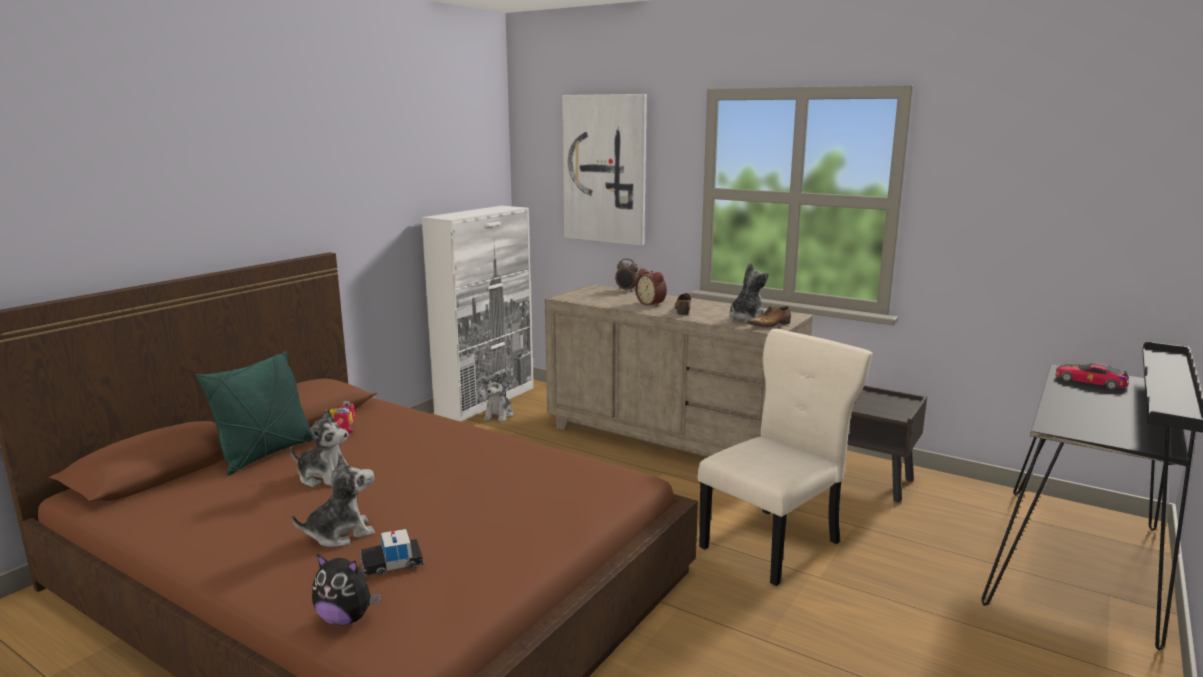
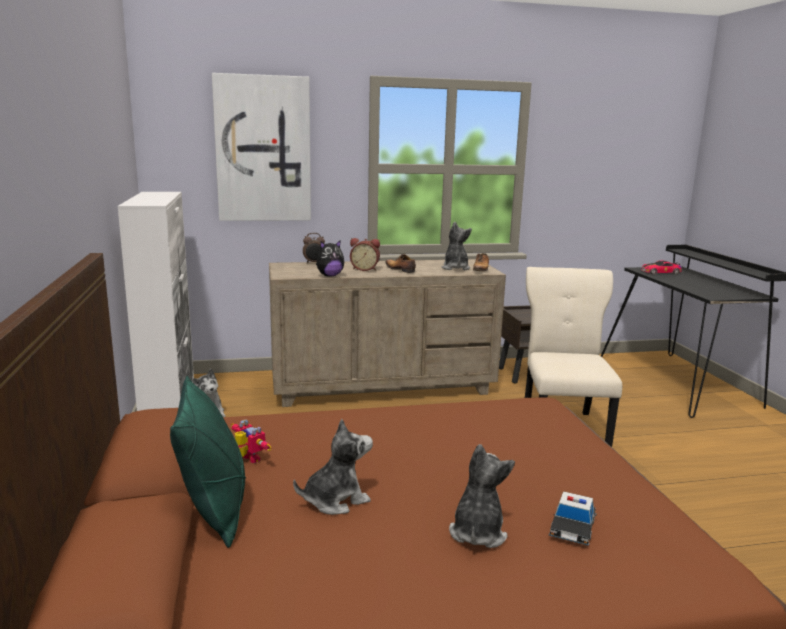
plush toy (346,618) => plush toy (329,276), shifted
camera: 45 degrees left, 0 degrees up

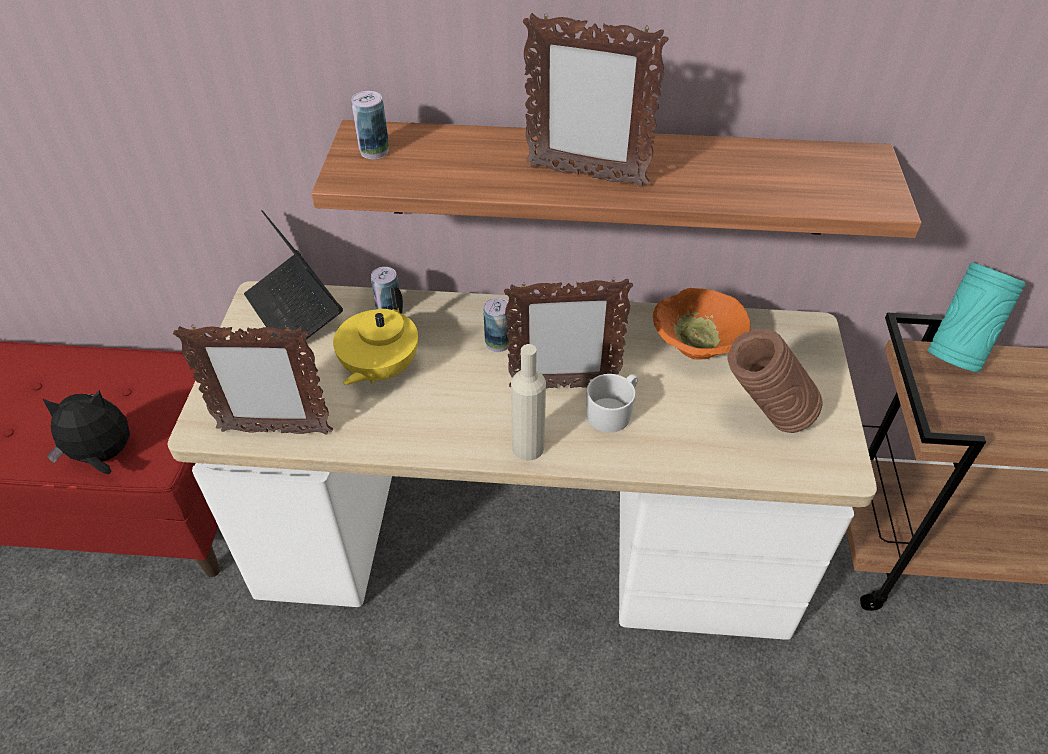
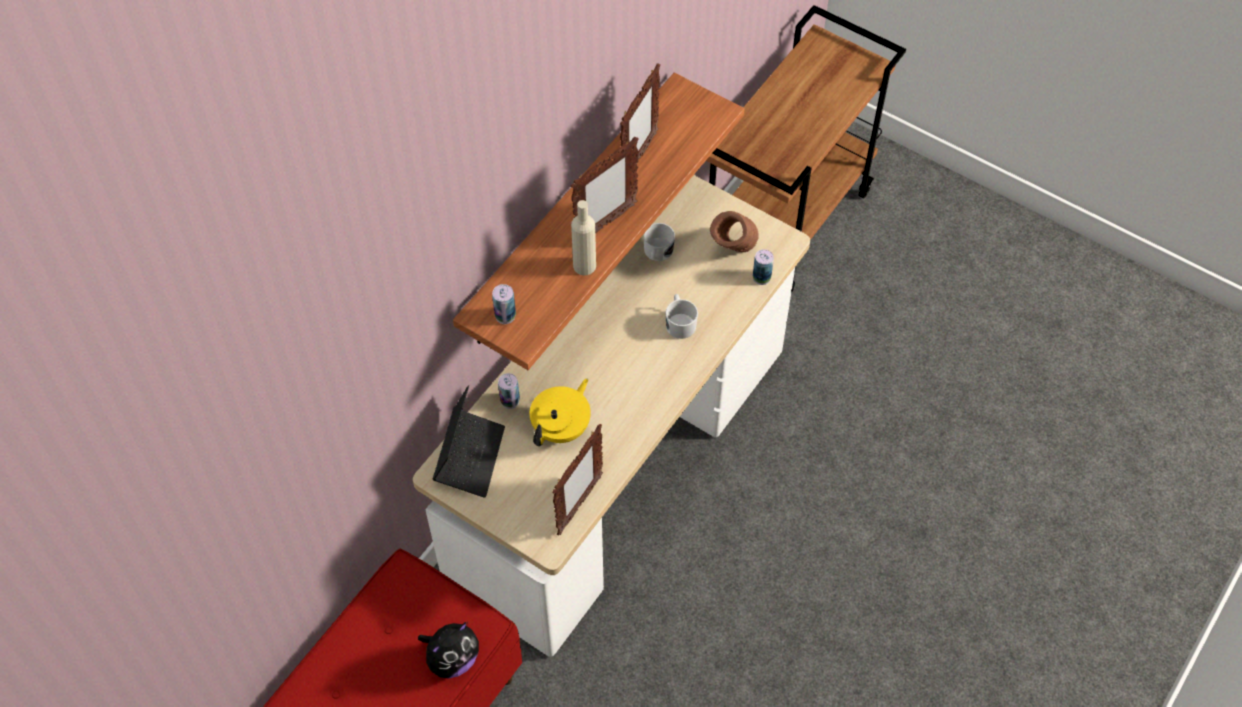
notebook computer (295,311) => notebook computer (470,457), 75 degrees counterclockwise
blue-green flower vase (955,354) => nothing
photo frame (563,387) => photo frame (638,158), shifted
yellowish pot for tea (379,369) => yellowish pot for tea (562,428), 105 degrees counterclockwise
orange deep dish (695,347) => white-coloured mug (657,253)
can (498,343) => can (761,278), shifted
beige beverage bottle (528,447) => beige beverage bottle (584,266), shifted
plush toy (103,456) => plush toy (452,659), 150 degrees counterclockwise
camera: 60 degrees left, 10 degrees up

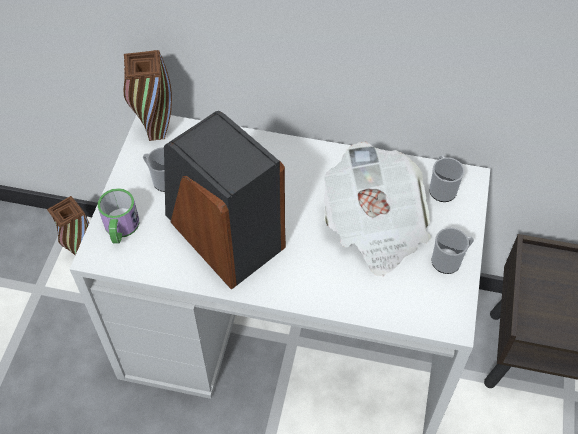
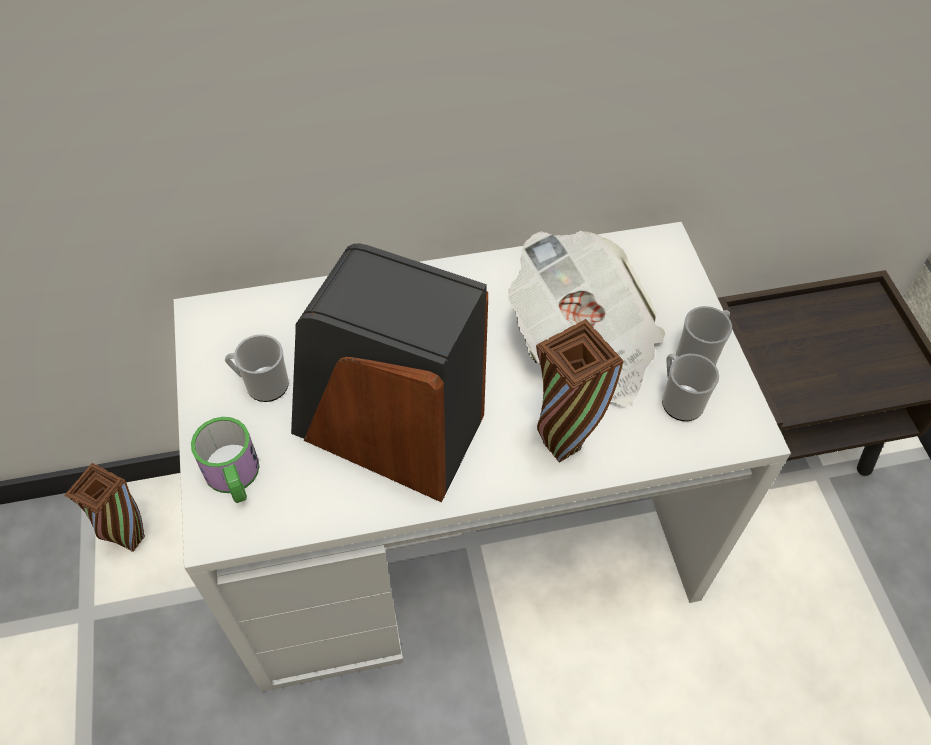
brownish flower vase (156,134) => brownish flower vase (561,446), shifted
mug (441,188) => mug (679,400), shifted
camera: 25 degrees left, 0 degrees up

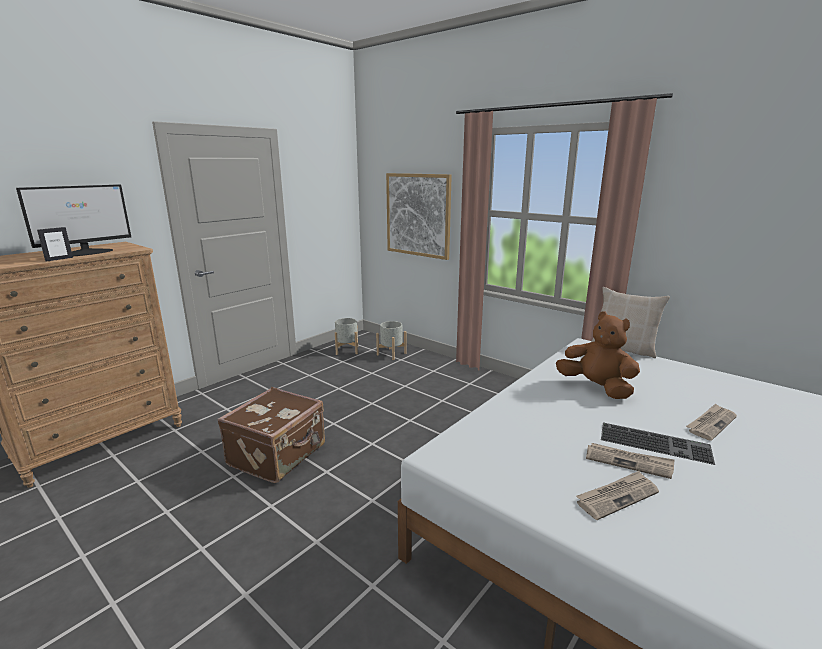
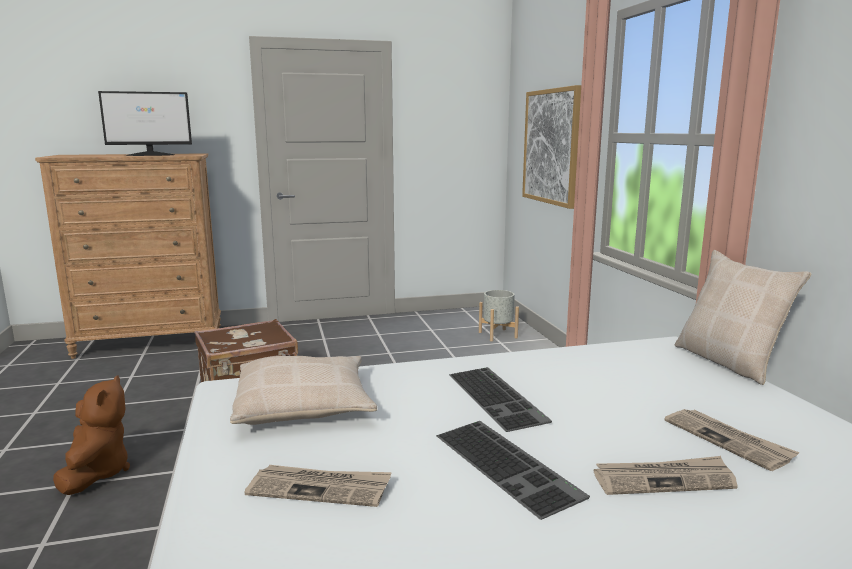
photo frame (59,259) => nothing
brownish plush toy (596,387) => brownish plush toy (96,473), shifted
greyish planter (347,350) => nothing
daily paper (628,462) => daily paper (728,440), shifted
nothing => beige cushion (304,405)
nothing => PC keyboard (498,397)
camera: 35 degrees right, 5 degrees down

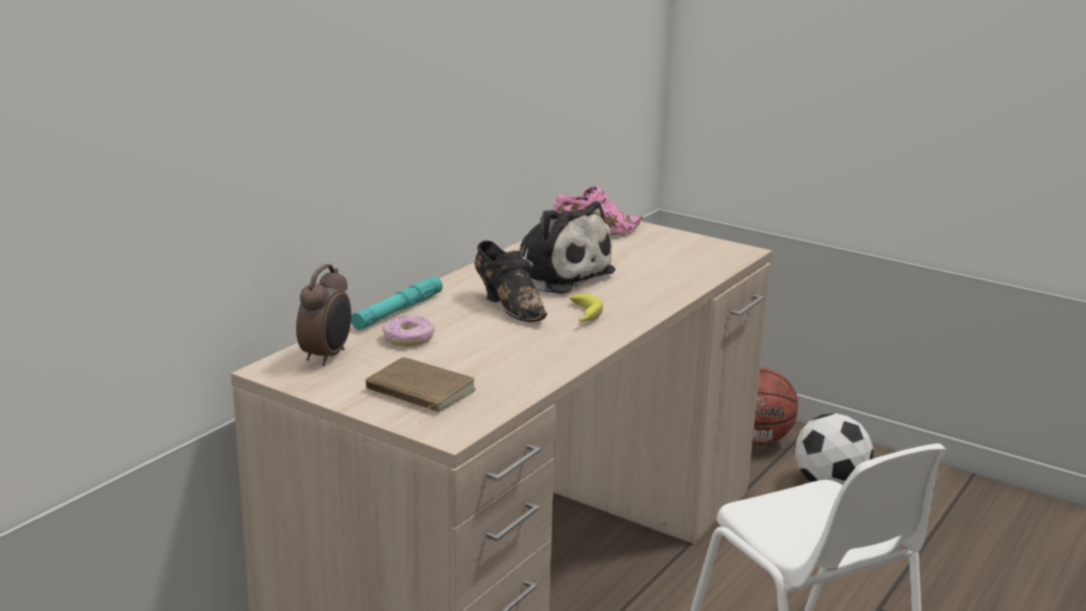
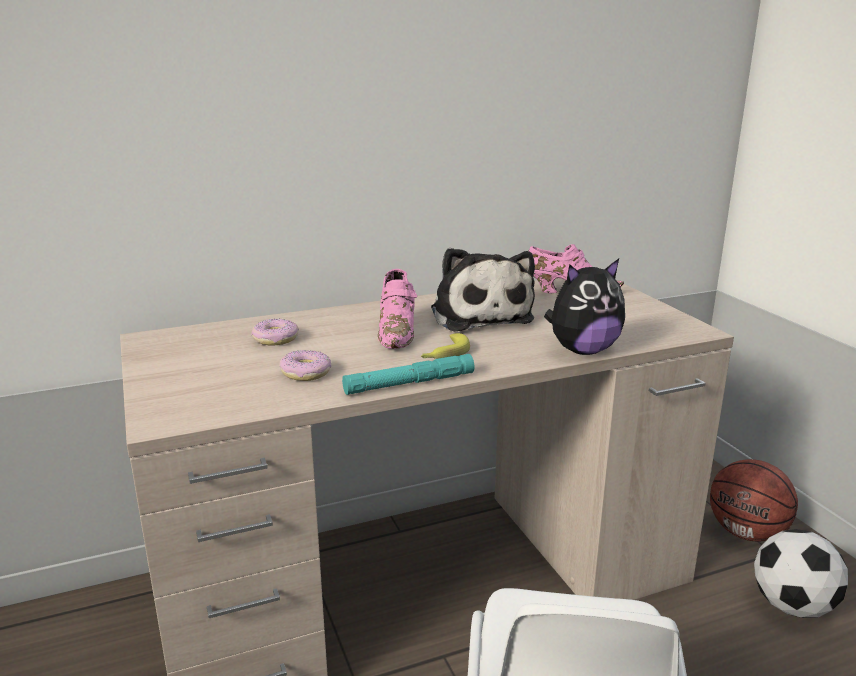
black-coloured shoe (509,306) => pink-coloured shoe (397,332)
bedside clock (327,356) => nothing
blue-green flashlight (398,311) => blue-green flashlight (409,383), shifted
brownish volume (418,391) => nothing
nothing => plush toy (582,350)
nothing => donut (306,373)
camera: 35 degrees right, 0 degrees up

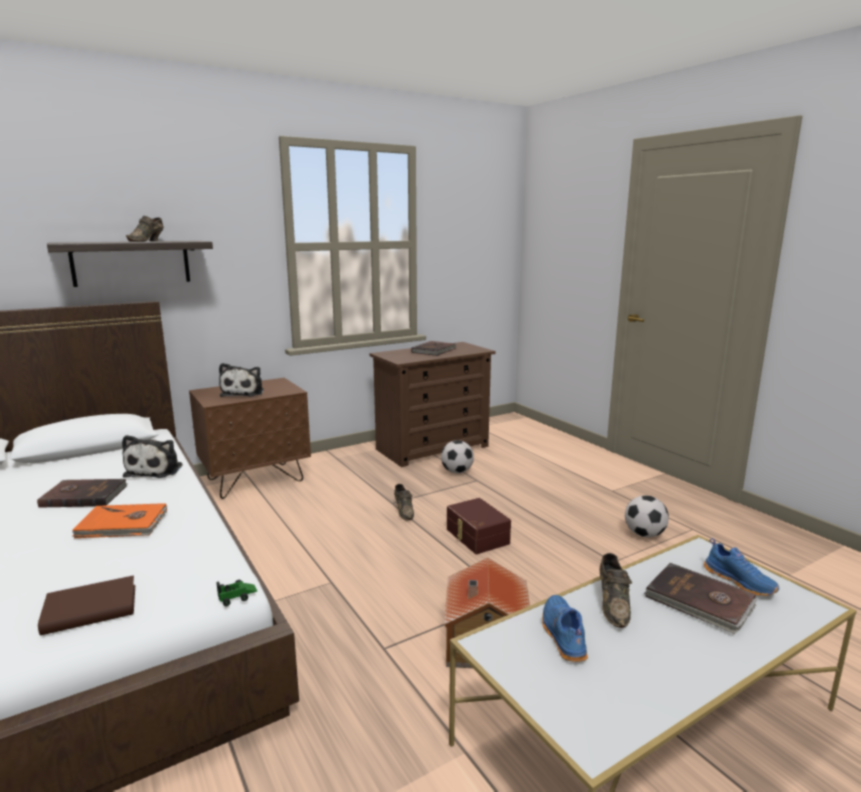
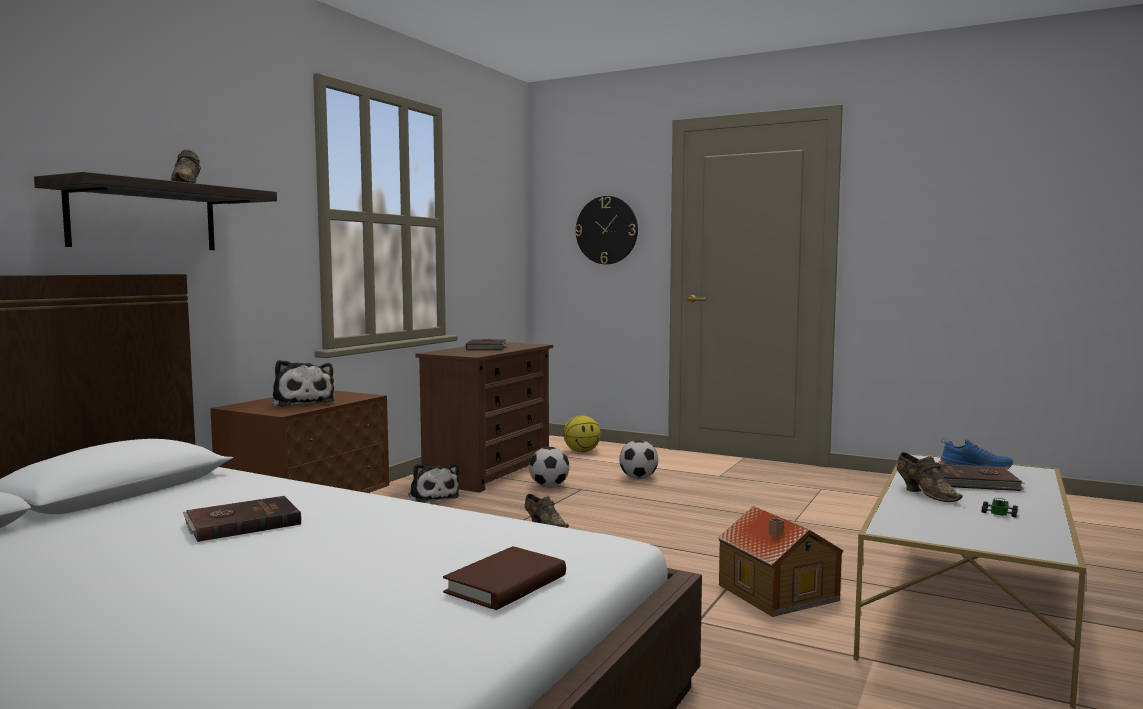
plush toy (156,470) => plush toy (433,497), shifted
football (644,534) => football (638,478), shifted
brownish storage container (476,536) => nothing
orange volume (123,525) => nothing
miniature car (237,594) => miniature car (999,511), shifted
bluish shoe (562,635) => nothing
nothing => hanging clock (606,230)
nothing => ball for basketball (582,451)
camera: 30 degrees left, 10 degrees down

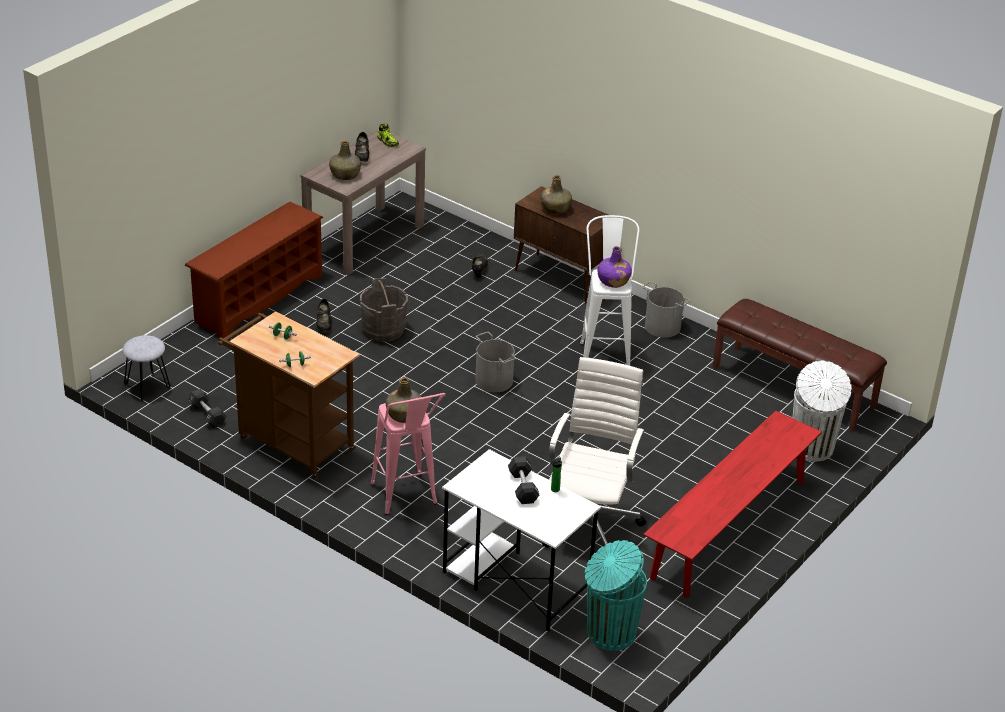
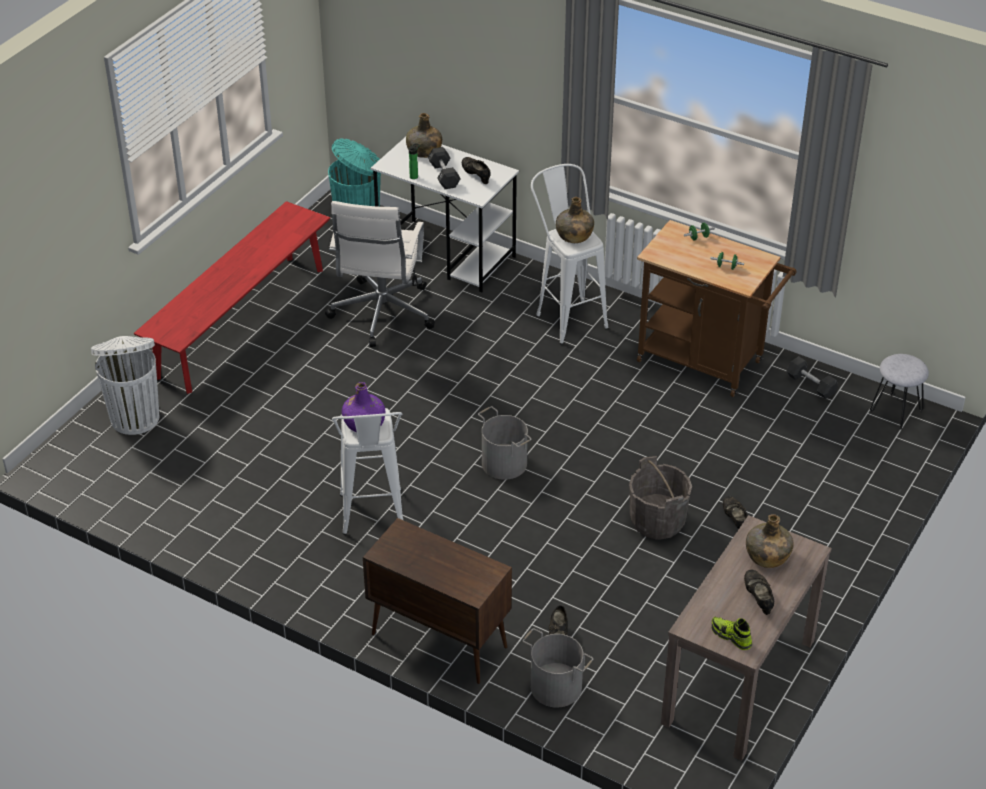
green beverage bottle (555,208) => green beverage bottle (424,151), shifted
brownish shoe rack (258,298) => nothing
greyish bucket (663,326) => greyish bucket (555,687), shifted
brownish bench (794,387) => nothing
pink-coloured sitting stool (407,501) => white-coloured sitting stool (566,316)
nothing => black-coloured shoe (476,176)
camera: 175 degrees right, 5 degrees up

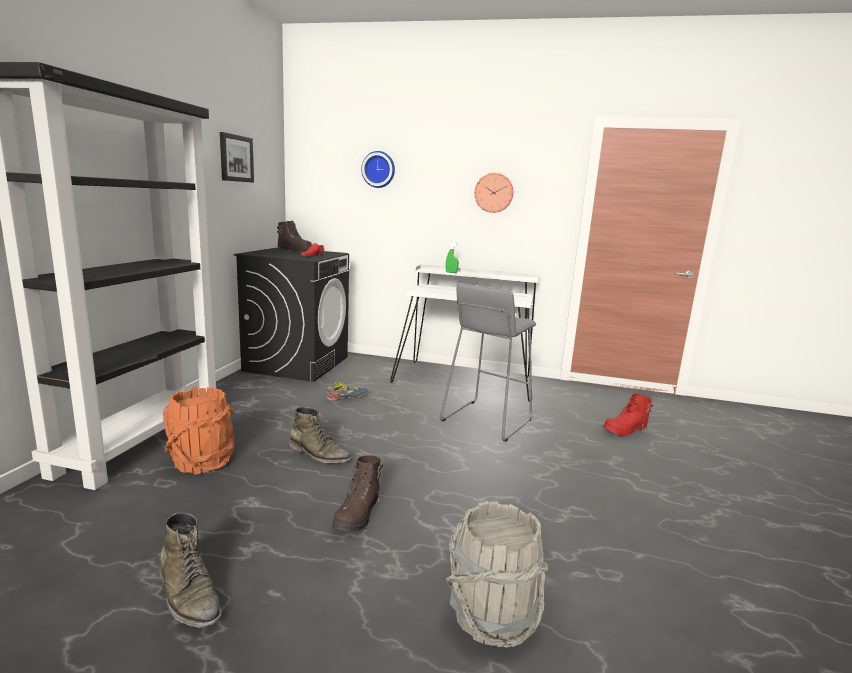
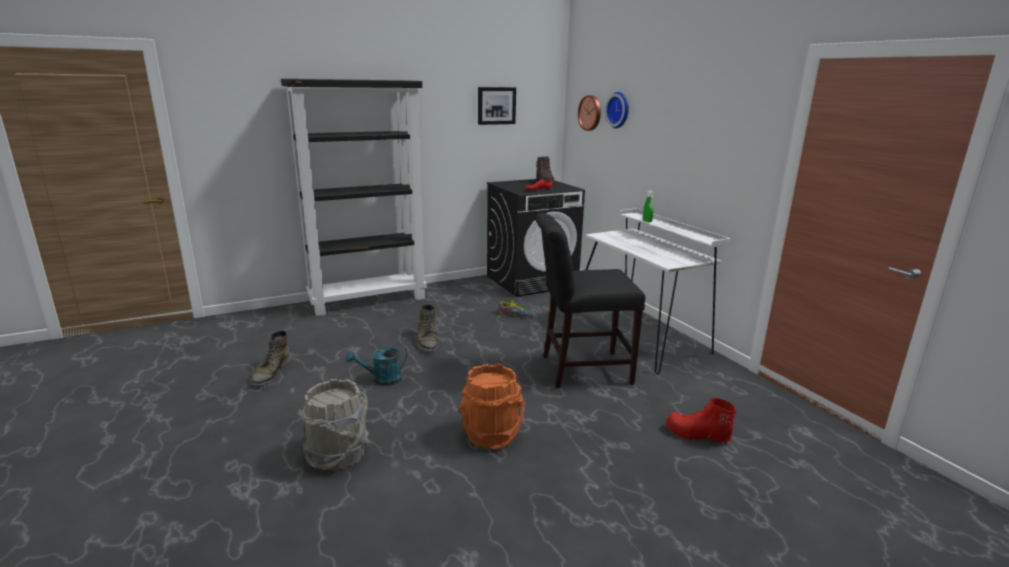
hanging clock (494,192) => hanging clock (590,113), shifted
greyish sitting stool (486,420) => black-coloured chair (580,369)
orange bucket (202,461) => orange bucket (491,435), shifted
brownish tall boot (358,515) => blue-green watering pot (382,380)
camera: 50 degrees right, 5 degrees up

